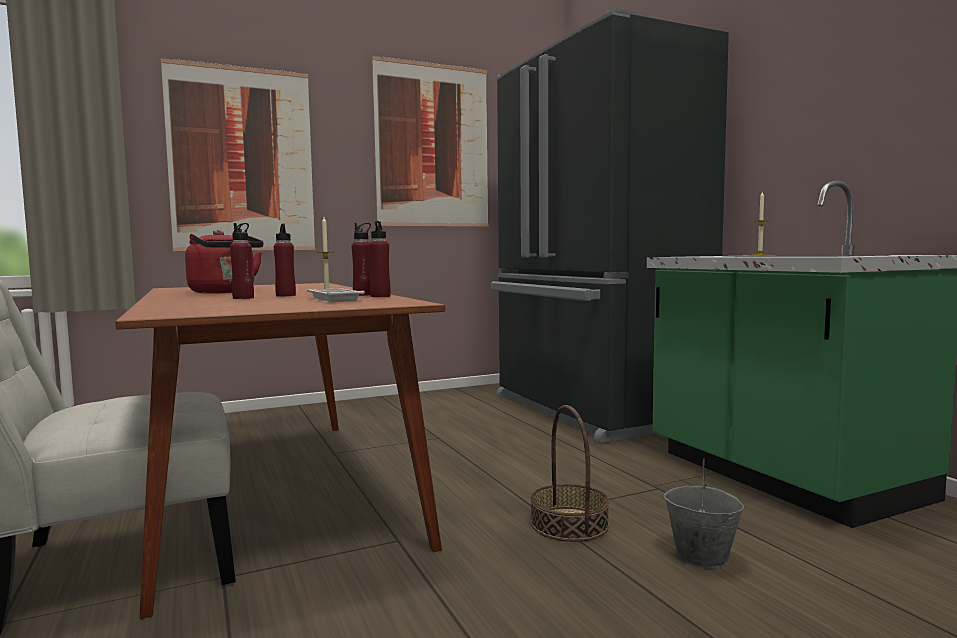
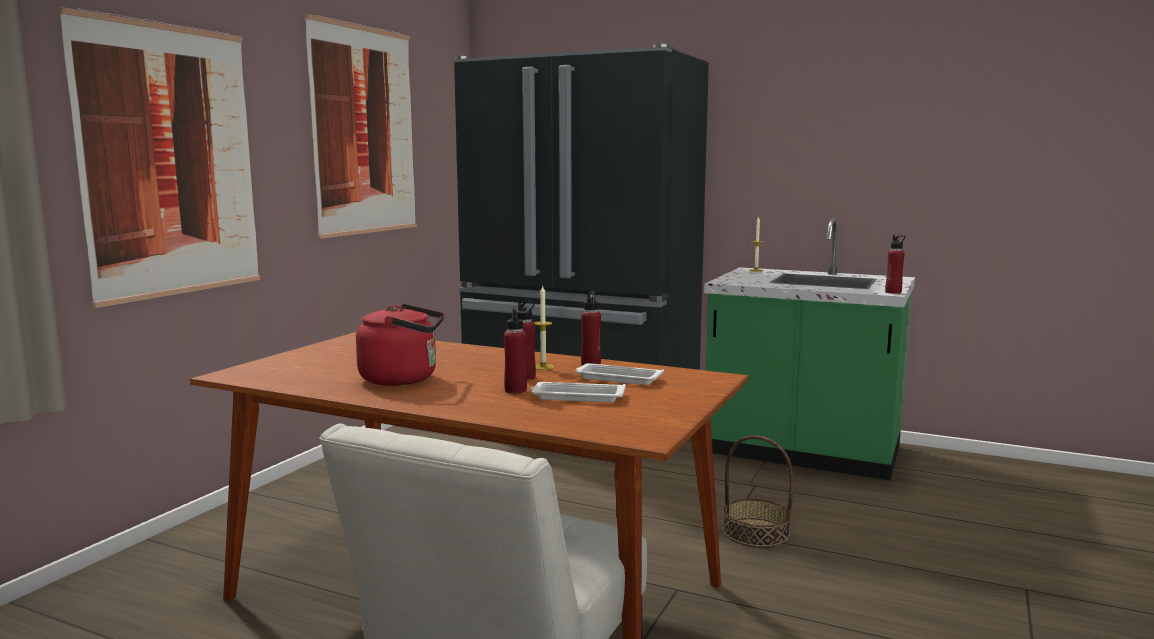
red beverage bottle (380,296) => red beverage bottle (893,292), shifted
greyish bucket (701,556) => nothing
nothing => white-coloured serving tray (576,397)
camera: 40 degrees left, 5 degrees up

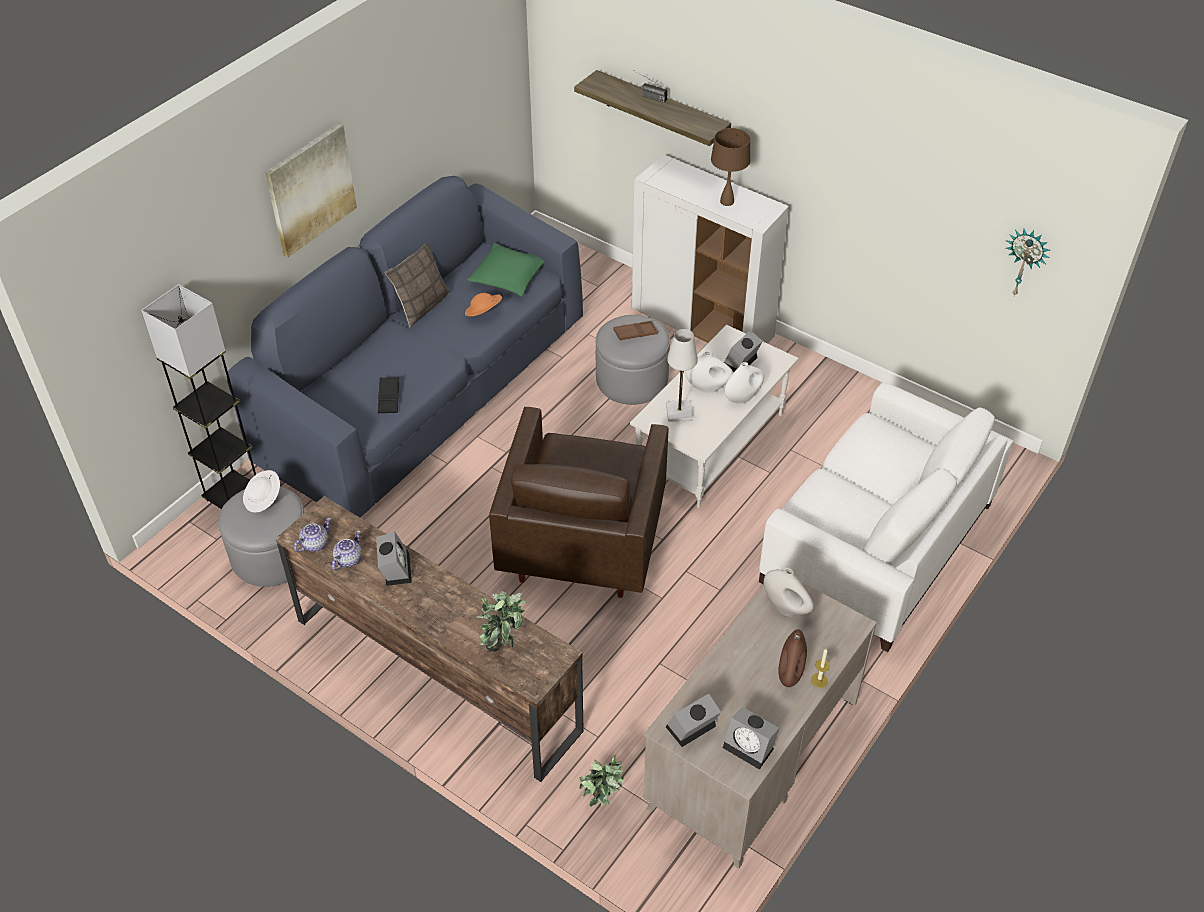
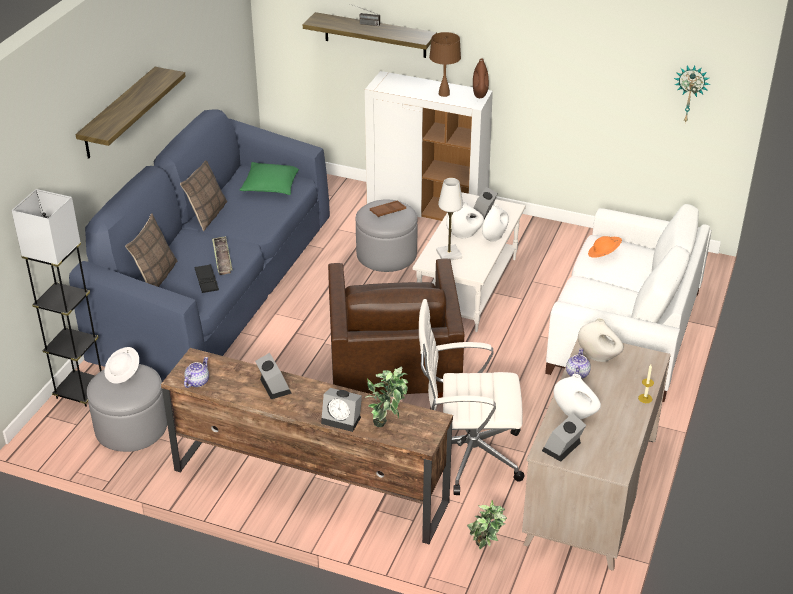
wall picture (310,189) => shelf (119,113)
orange wearable hat (483,313) => orange wearable hat (603,254), shifted
pot for tea (348,559) => pot for tea (577,373), shifted
brownish flower vase (790,673) => brownish flower vase (480,94), shifted
bedside clock (750,747) => bedside clock (343,419), shifted
nothing => cushion (156,276)
nothing => serving tray (222,258)
nothing => white-coloured computer chair (467,455)
nothing => white-coloured flower vase (575,413)
camera: 15 degrees left, 10 degrees down

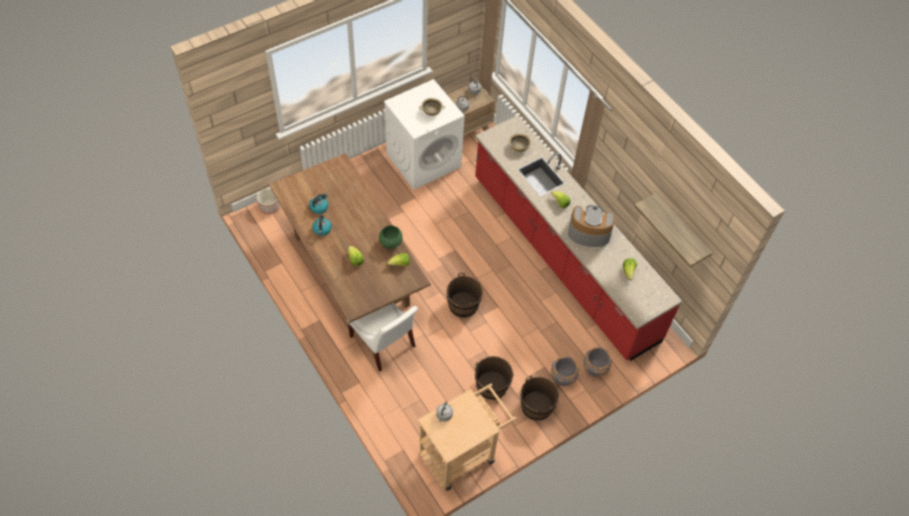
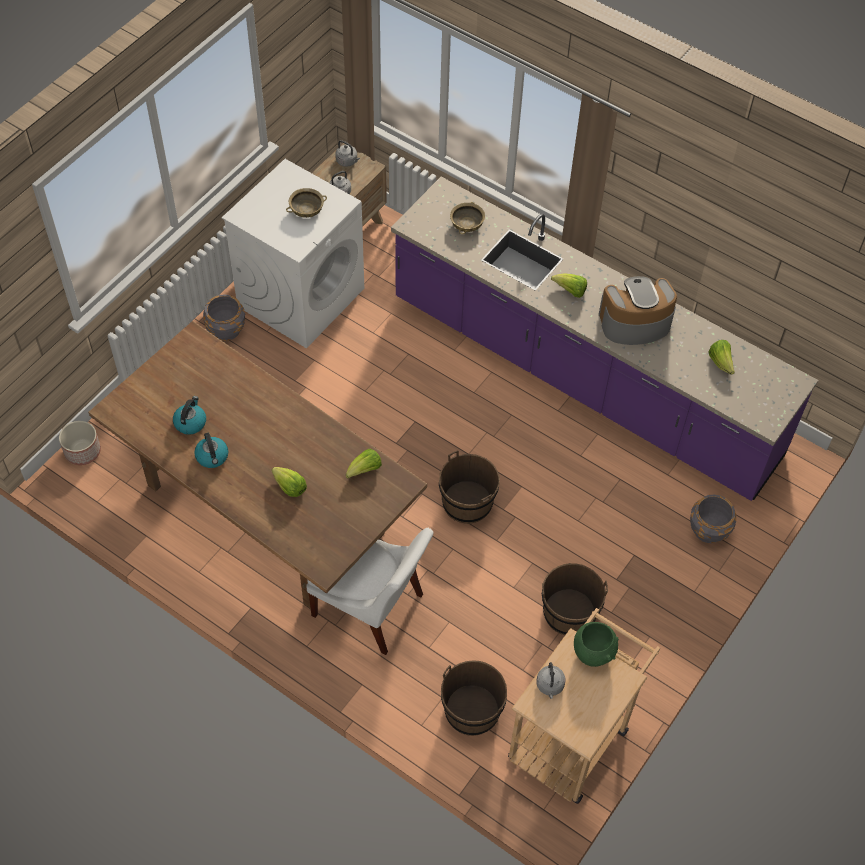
red kitchen counter (562,258) => purple kitchen counter (583,378)
shelf (681,229) => nothing
green deep dish (391,243) => green deep dish (593,652), shifted
greyish planter (562,377) => greyish planter (226,330), shifted
brownish bucket (536,406) => brownish bucket (472,711), shifted
camera: 20 degrees left, 0 degrees up

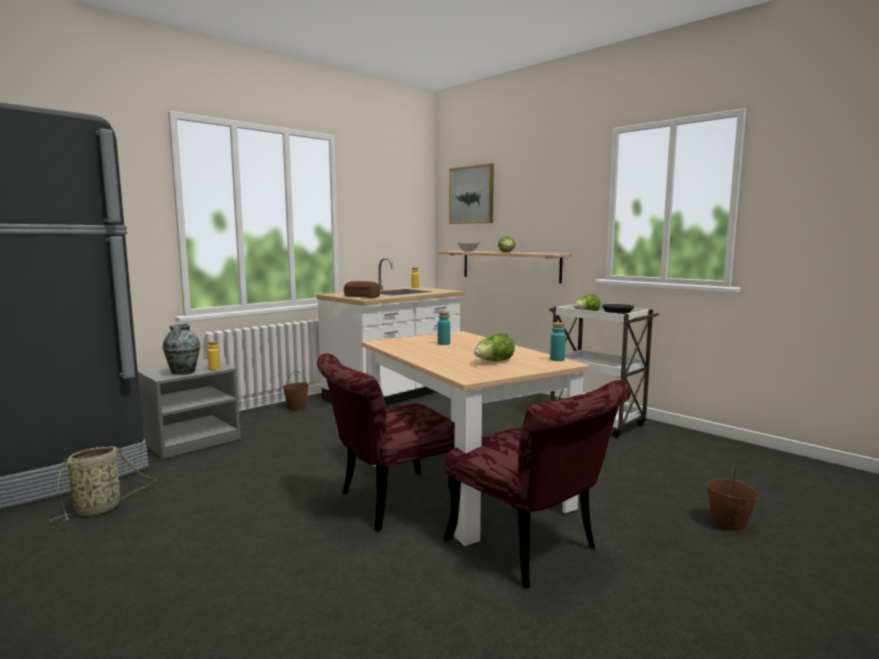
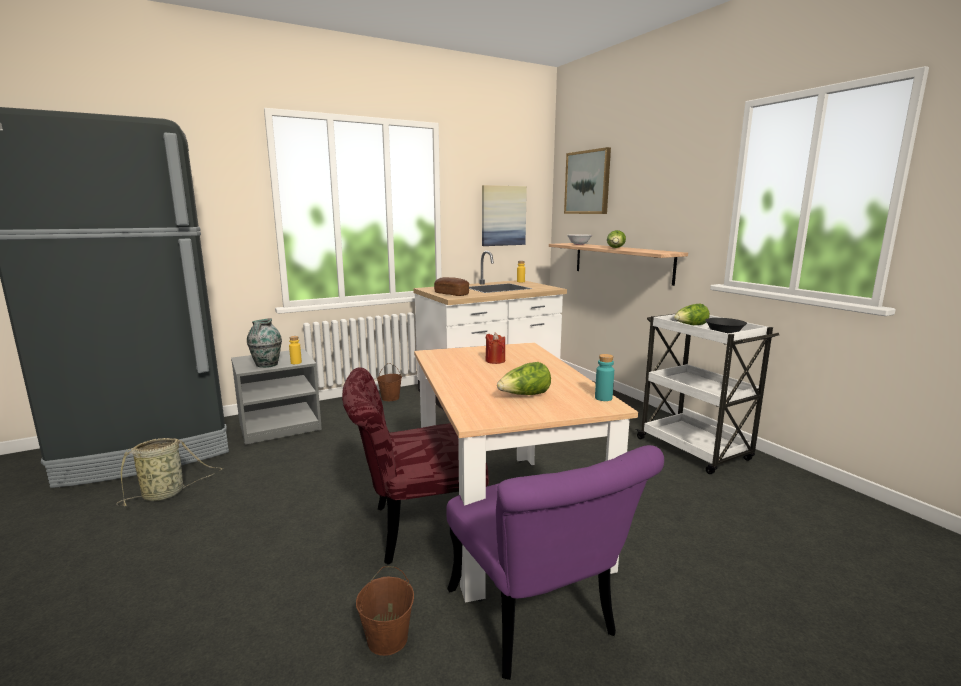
blue-green beverage bottle (443,343) => red candle (495,361)
red chair (532,550) => purple chair (539,623)
brownish bucket (728,523) => brownish bucket (387,639), shifted
nothing => wall picture (503,216)
camera: 15 degrees right, 5 degrees up

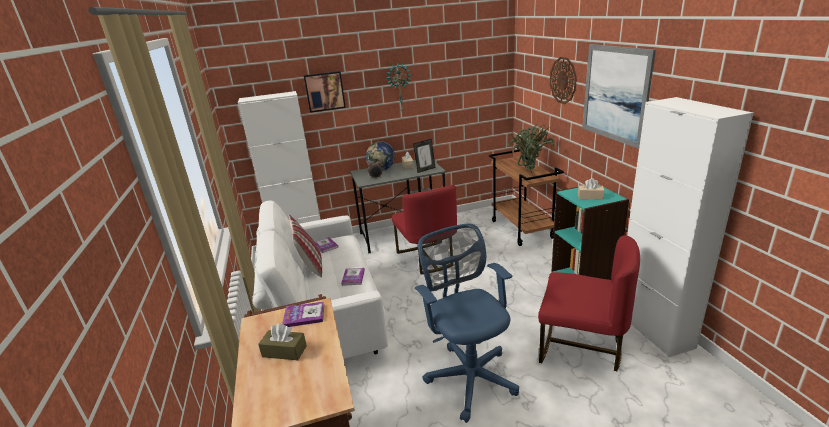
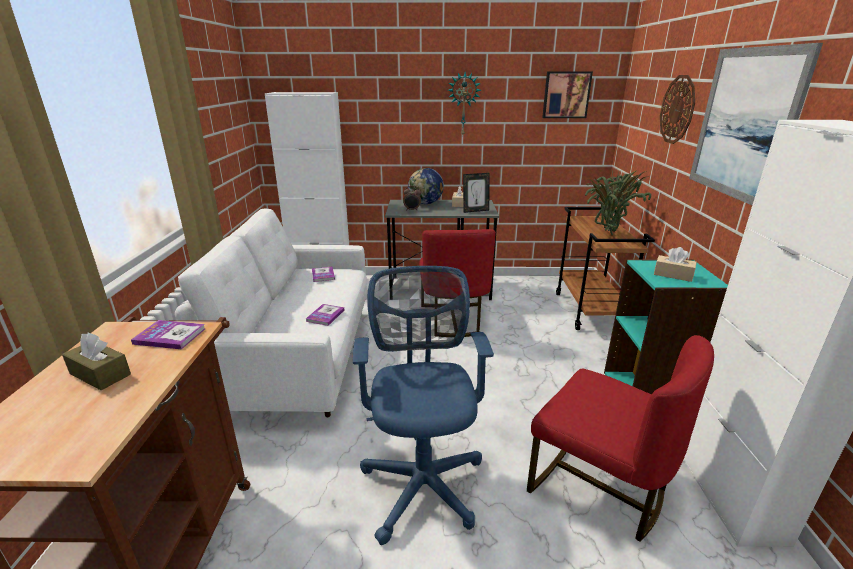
wall picture (324,91) => wall picture (566,95), shifted
cushion (310,265) => nothing
camera: 15 degrees right, 0 degrees up

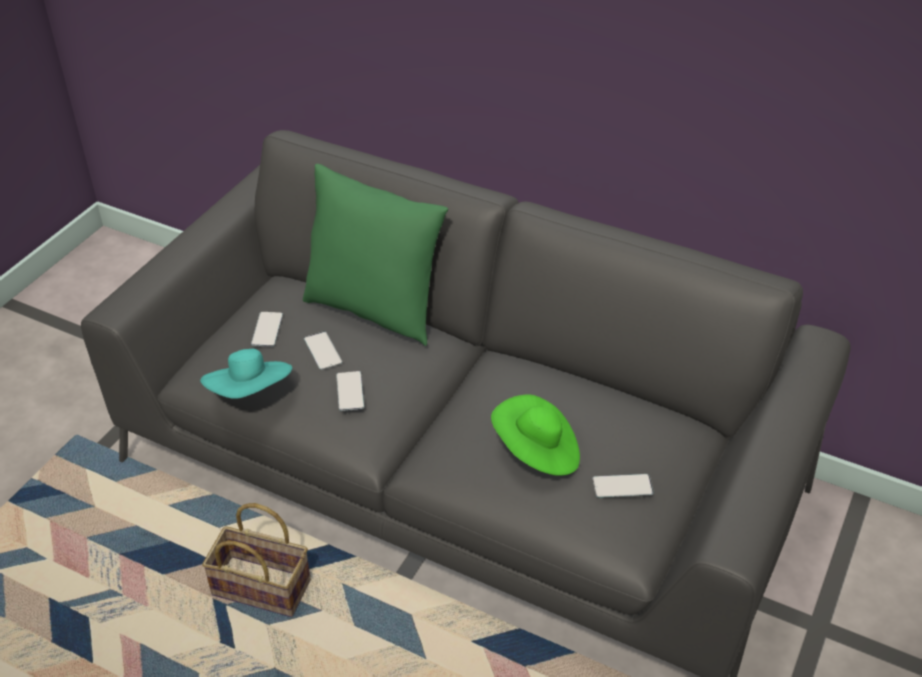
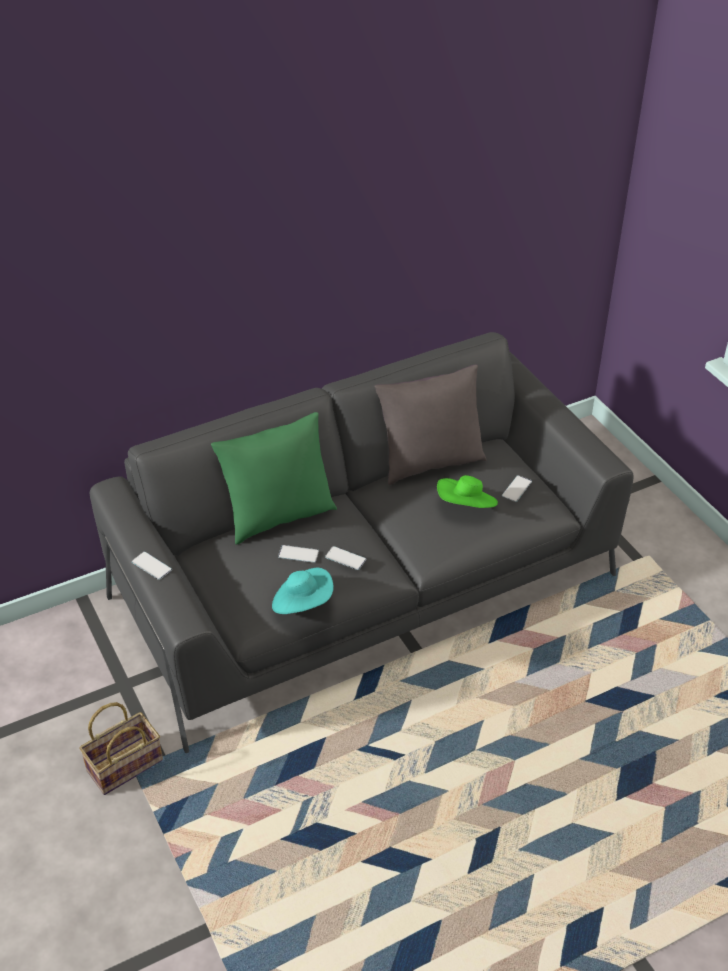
telephone (267,329) => telephone (151,566), shifted
basket (264,587) => basket (126,764), shifted
nothing => greyish cushion (430,462)
camera: 55 degrees left, 0 degrees up

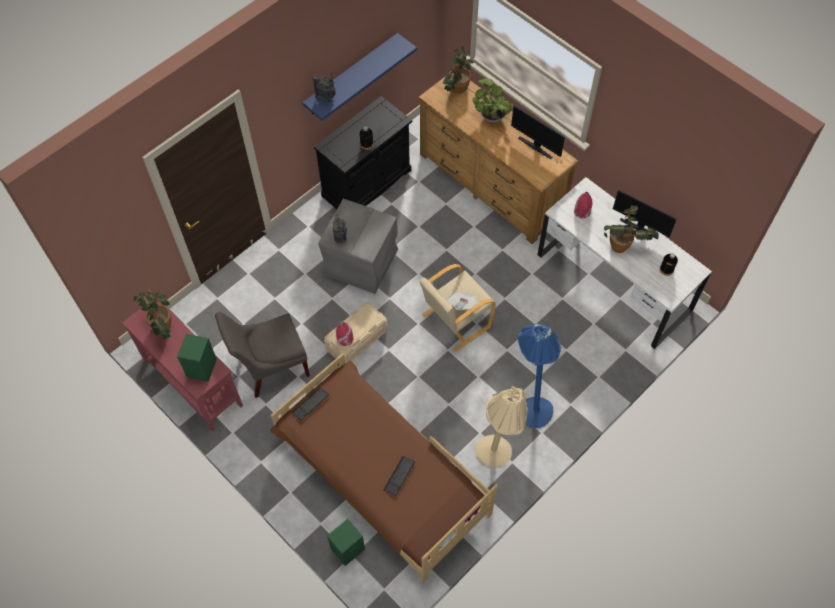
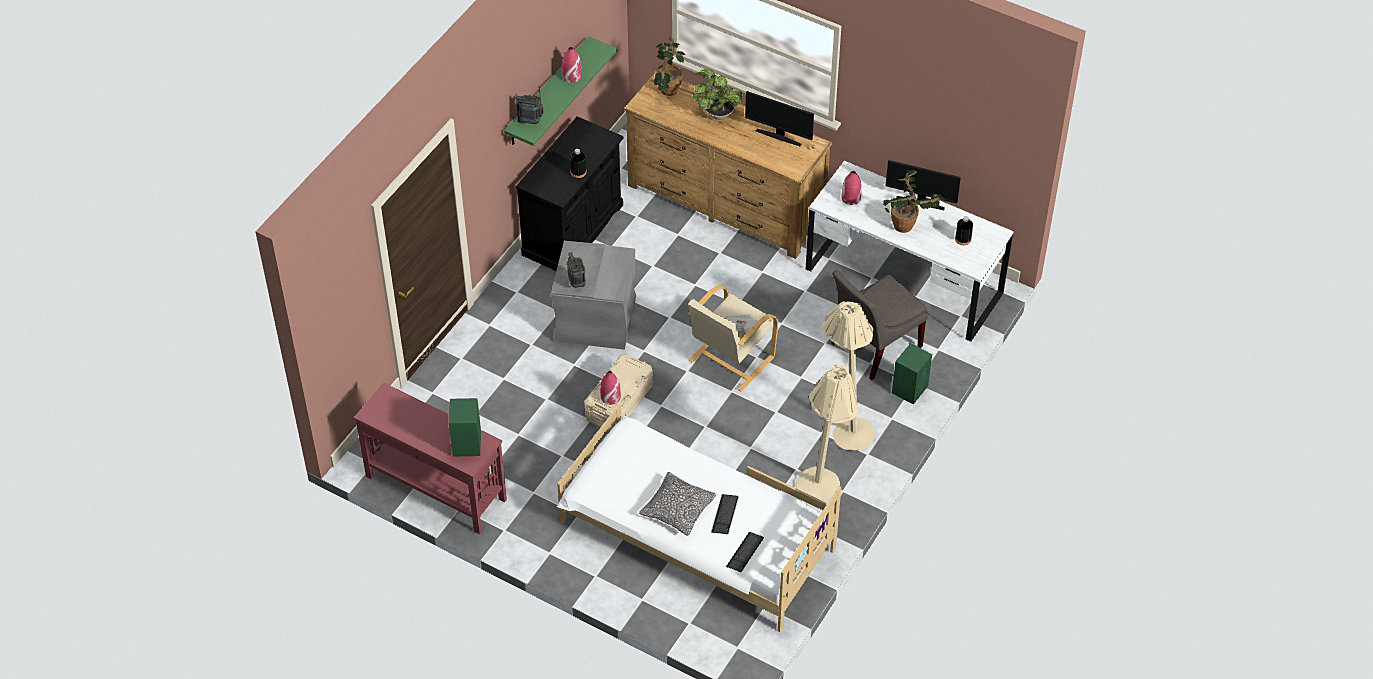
bluish shelf (351,75) => green shelf (547,93)
potted plant (162,329) => nothing
greyish chair (270,366) => greyish chair (873,346), shifted
bluish floor lamp (529,406) => beige floor lamp (845,429)
brownish bed (381,474) => white-coloured bed (695,535)
PC keyboard (310,404) => PC keyboard (745,552), shifted
green speaker (348,548) => green speaker (910,389), shifted
nothing => red flower vase (572,76)
nothing => cushion (678,509)
camera: 15 degrees left, 10 degrees down

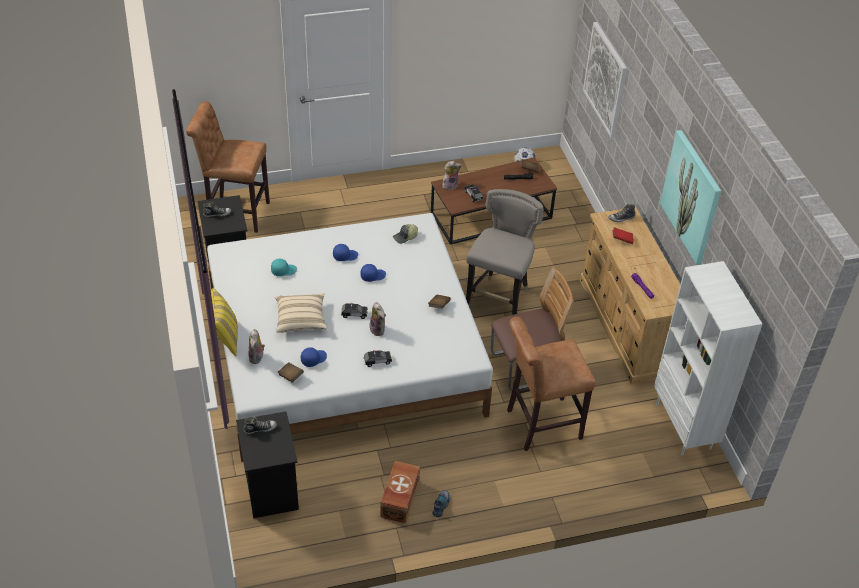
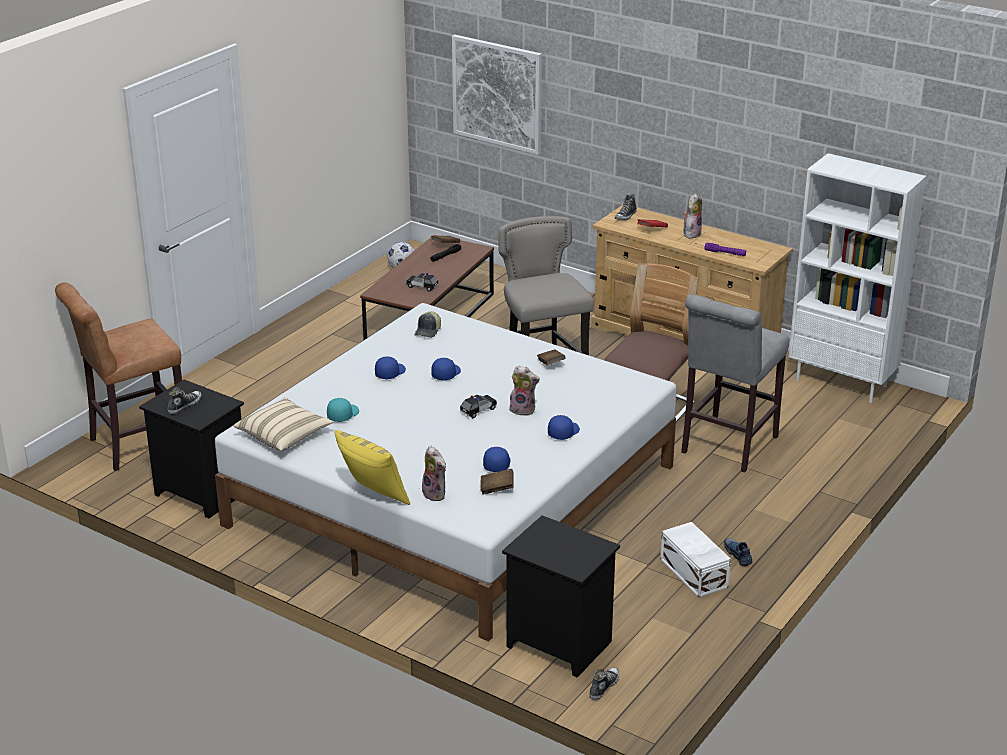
wall picture (692,196) => nothing
plush toy (450,185) => plush toy (691,233), shifted
beige cushion (301,319) => beige cushion (284,436), shifted
brownish sitting stool (539,425) => greyish sitting stool (726,447)
miniature car (377,361) => bluish baseball cap (563,432)
shoe (260,429) => shoe (604,686), shifted
brownish storage container (399,499) => white-coloured storage container (693,574)
camera: 40 degrees left, 15 degrees down

